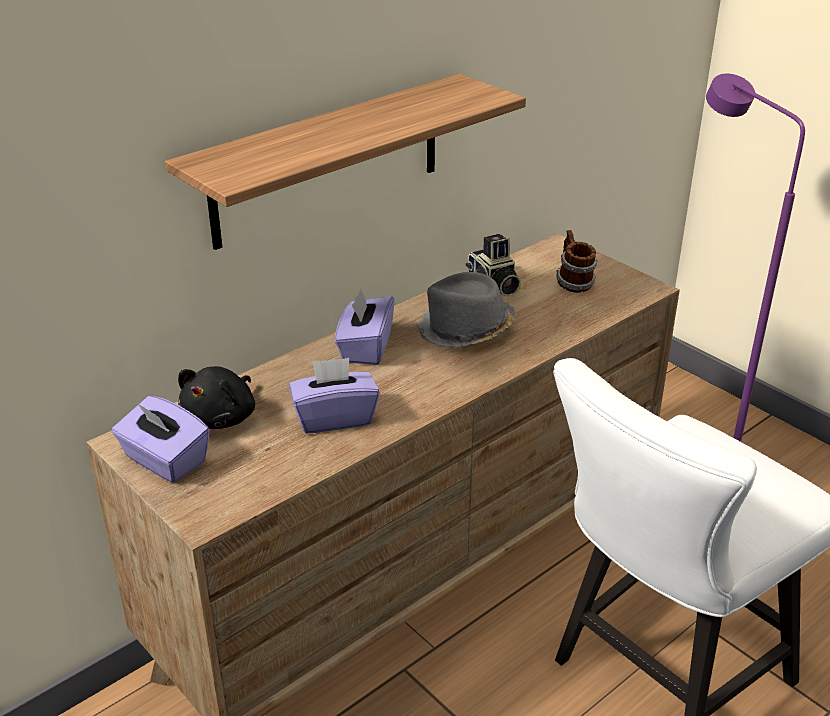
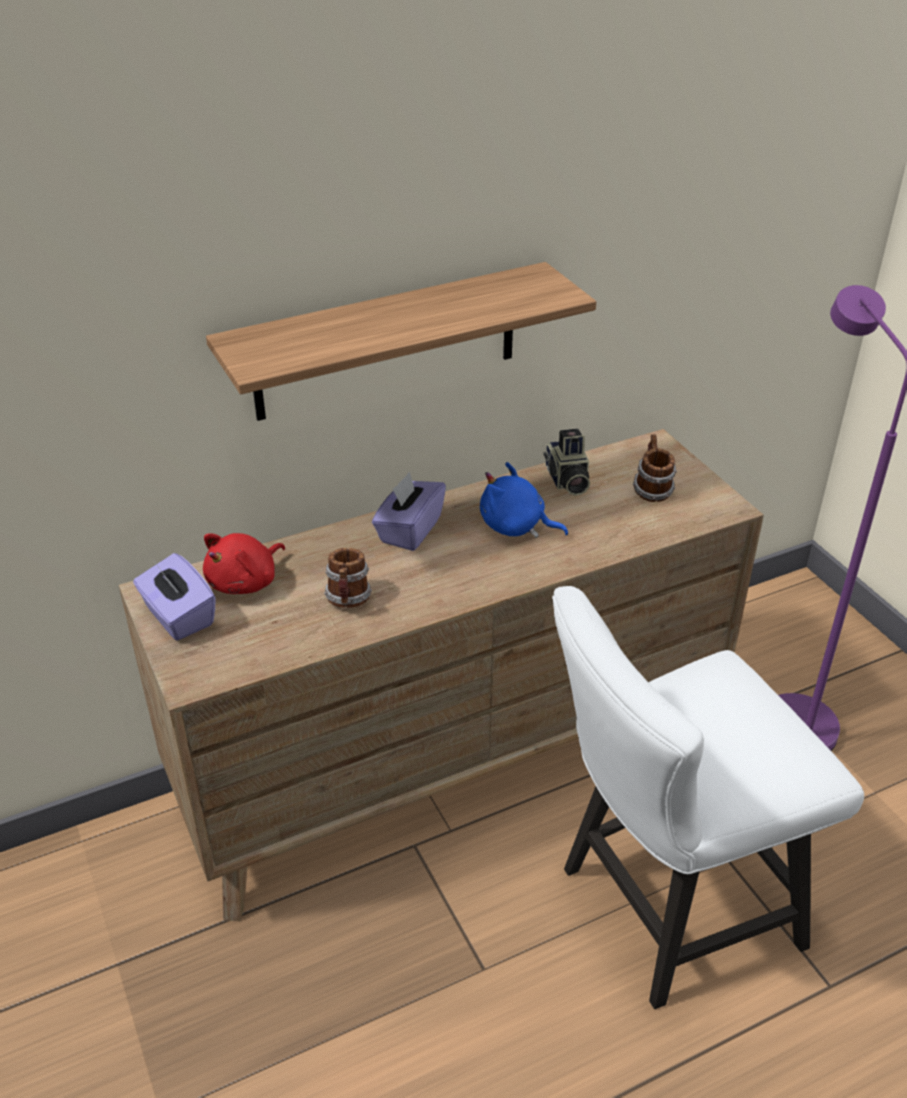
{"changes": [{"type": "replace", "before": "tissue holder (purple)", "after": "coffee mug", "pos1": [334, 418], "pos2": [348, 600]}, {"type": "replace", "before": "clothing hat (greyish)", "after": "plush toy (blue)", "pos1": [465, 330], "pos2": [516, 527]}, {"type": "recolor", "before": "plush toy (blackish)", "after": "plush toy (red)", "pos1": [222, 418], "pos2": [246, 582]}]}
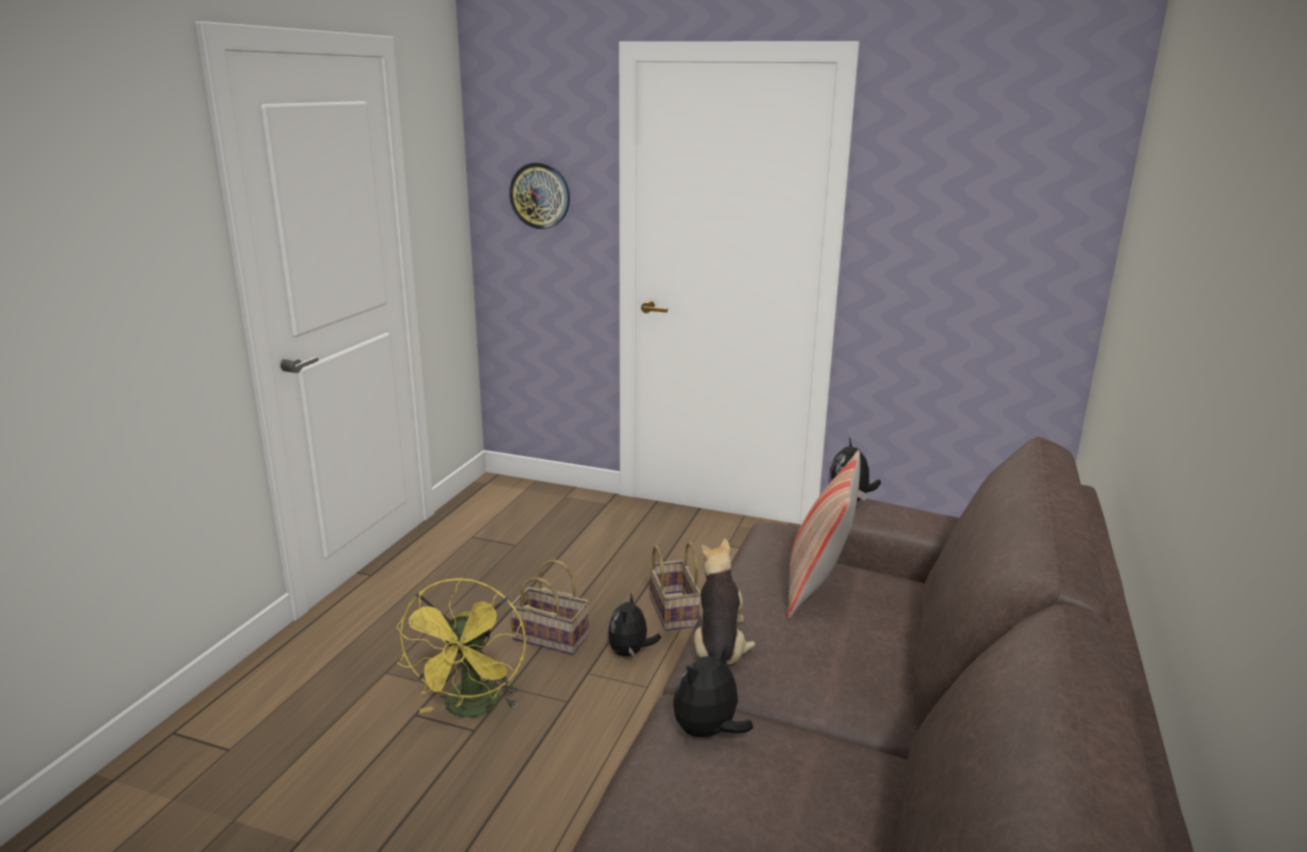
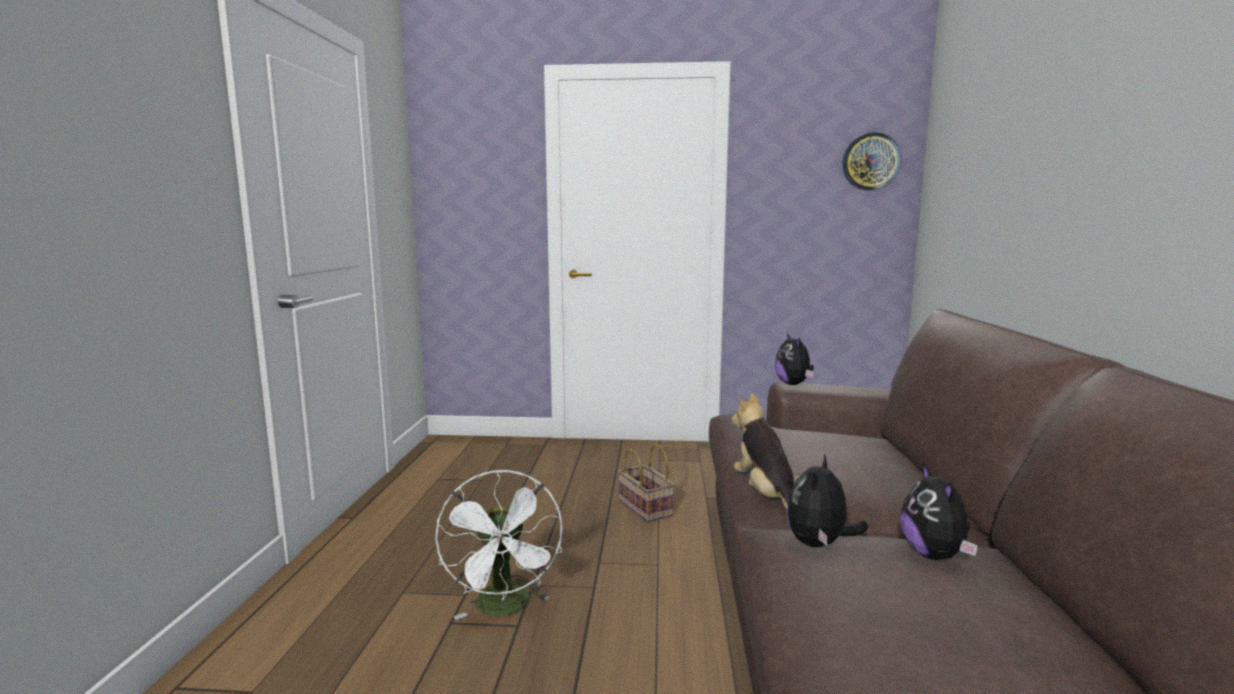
{"changes": [{"type": "delete", "before": "storage basket", "pos1": [553, 637]}, {"type": "delete", "before": "cushion", "pos1": [818, 586]}, {"type": "move", "before": "wall clock", "pos1": [540, 195], "pos2": [871, 161]}, {"type": "move", "before": "plush toy", "pos1": [630, 652], "pos2": [934, 555]}, {"type": "recolor", "before": "fan (yellow-coloured)", "after": "fan (white)", "pos1": [471, 709], "pos2": [506, 608]}]}
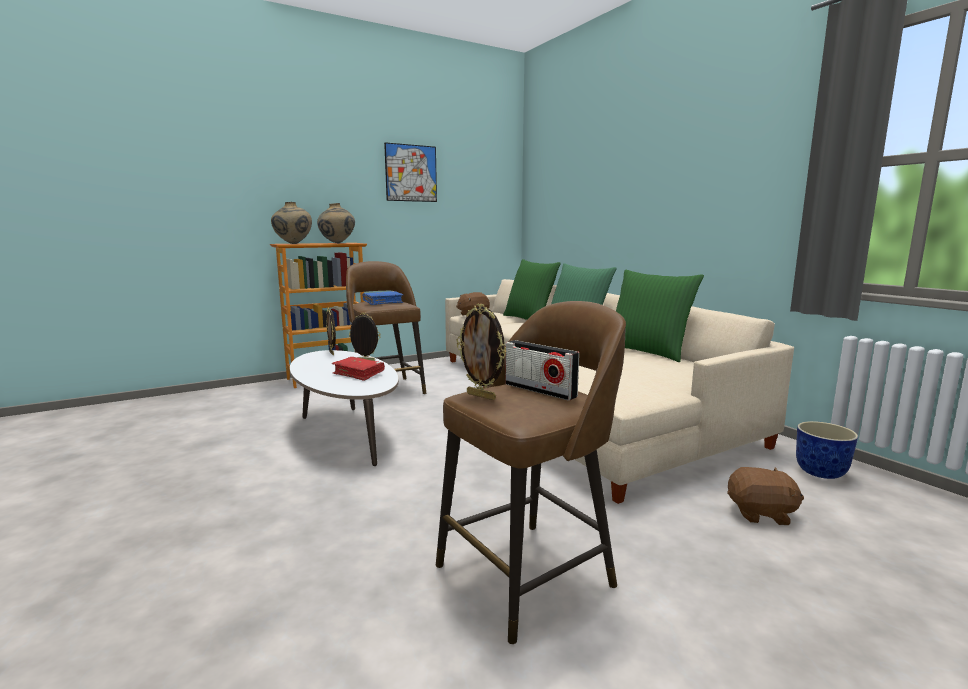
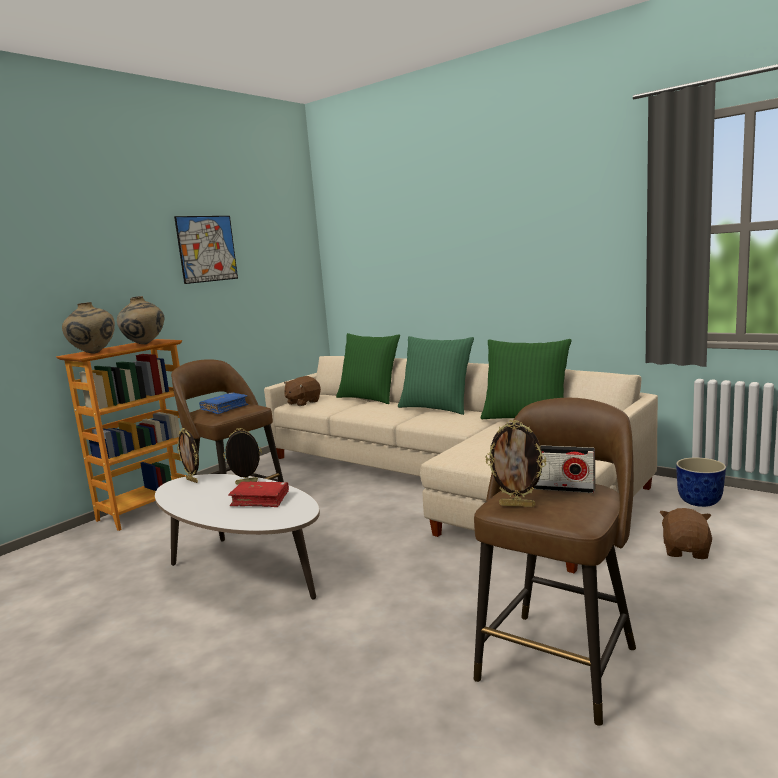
{"changes": [{"type": "rotate", "before": "plush toy (brownish)", "pos1": [761, 514], "pos2": [686, 551], "turn": -60}]}
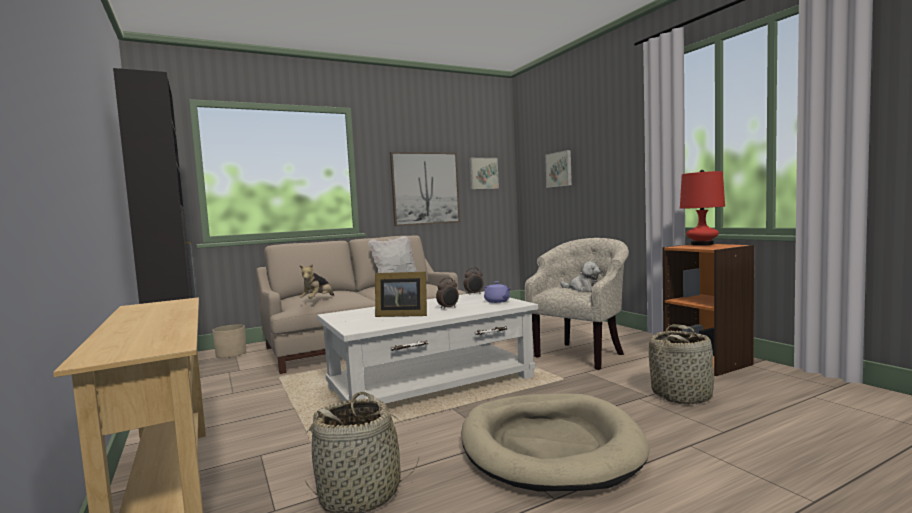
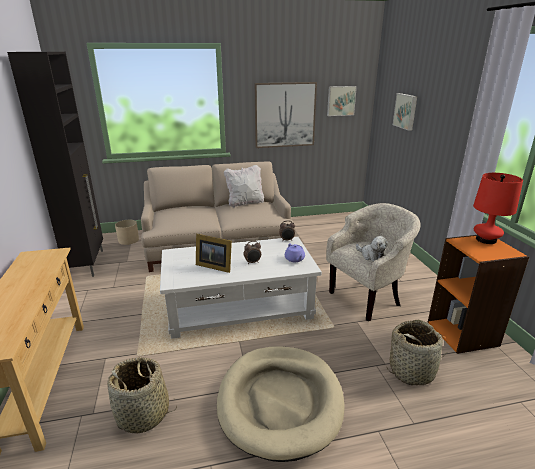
{"changes": [{"type": "delete", "before": "plush toy", "pos1": [318, 300]}]}
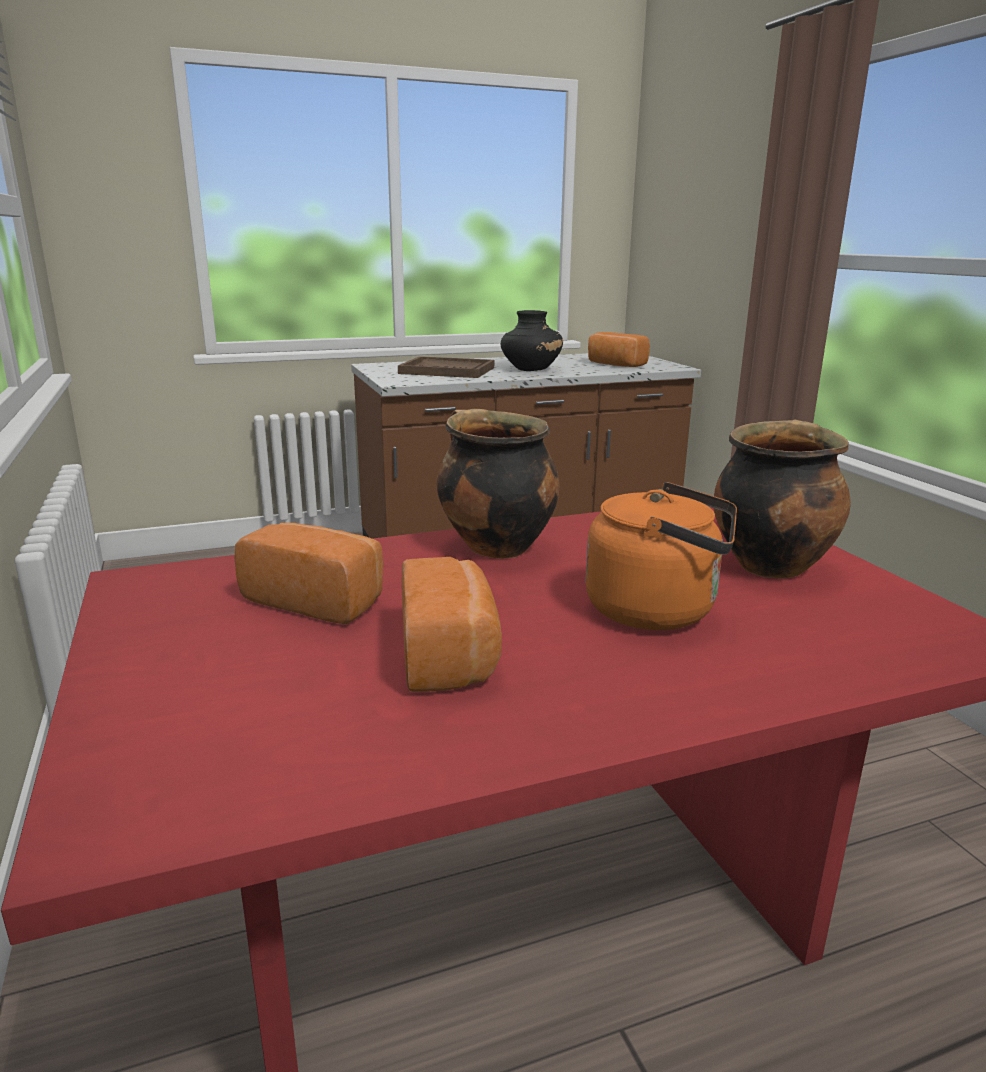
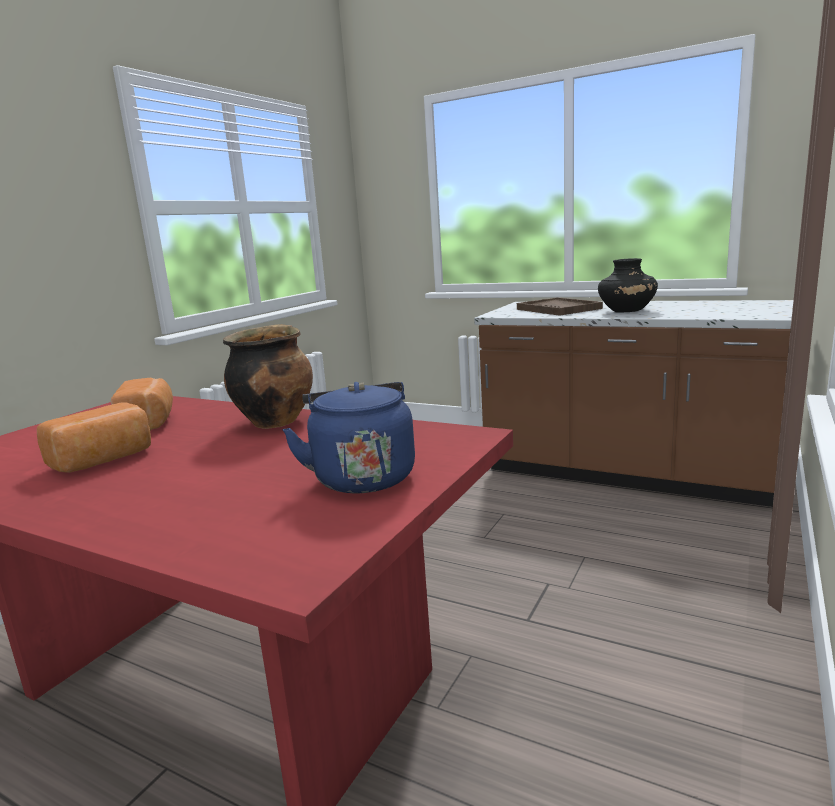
{"changes": [{"type": "delete", "before": "water kettle (orangey)", "pos1": [658, 610]}, {"type": "delete", "before": "baked bread", "pos1": [615, 364]}, {"type": "replace", "before": "cooking pot", "after": "water kettle (blue)", "pos1": [770, 564], "pos2": [362, 476]}]}
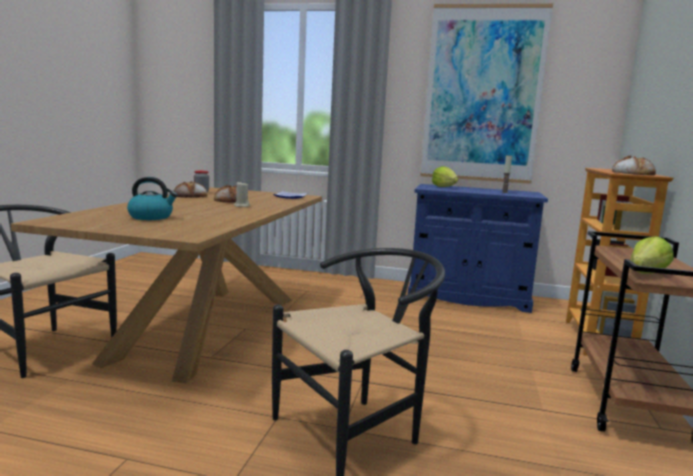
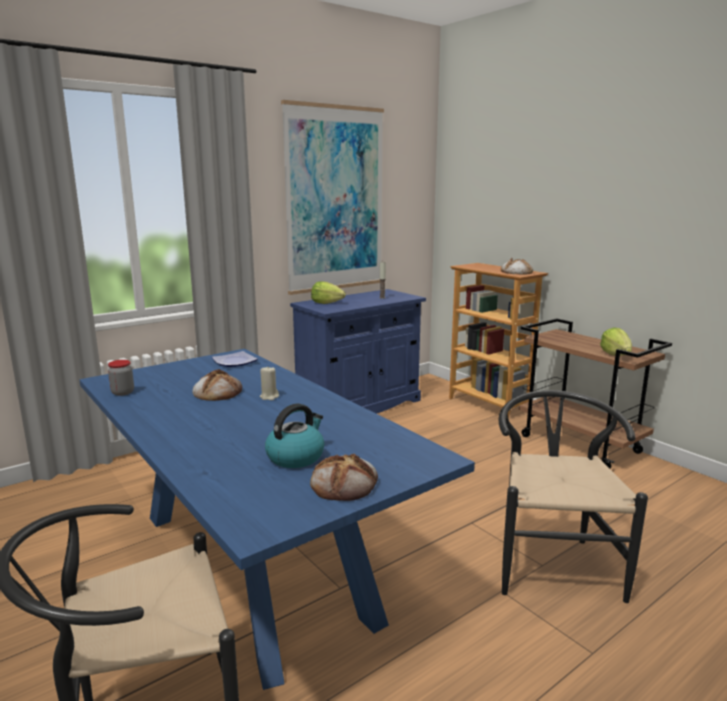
{"changes": [{"type": "move", "before": "baked bread", "pos1": [191, 196], "pos2": [344, 483]}, {"type": "recolor", "before": "kitchen table (brownish)", "after": "kitchen table (blue)", "pos1": [207, 327], "pos2": [254, 564]}]}
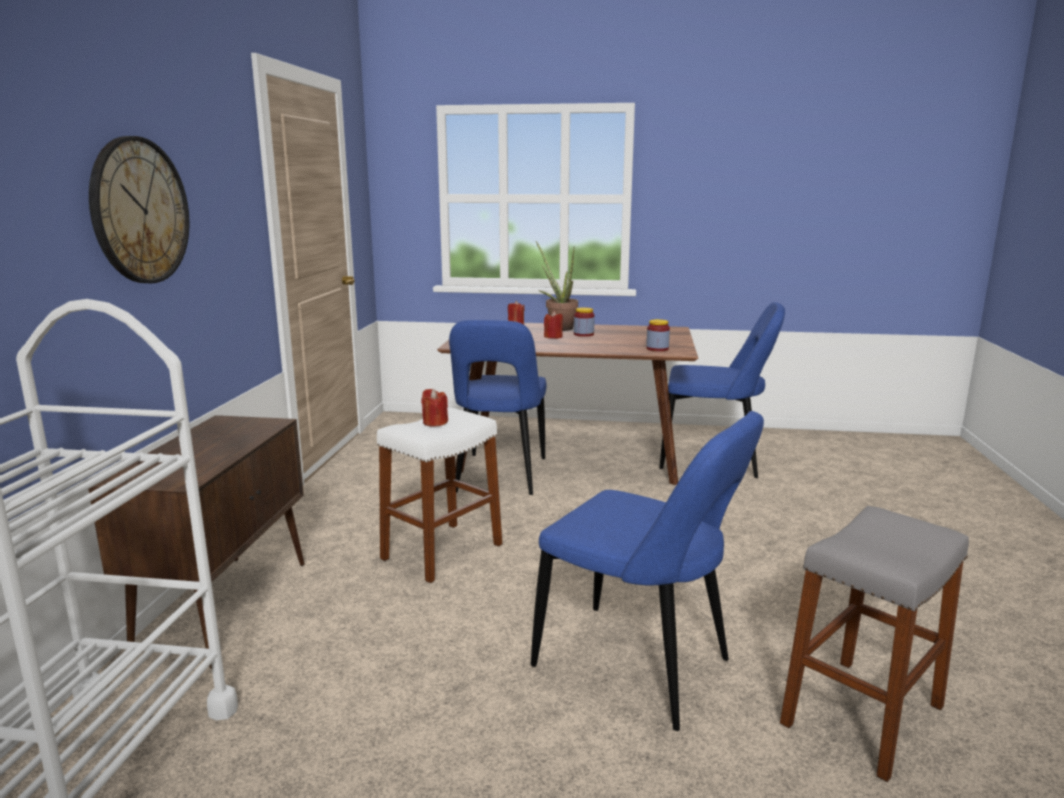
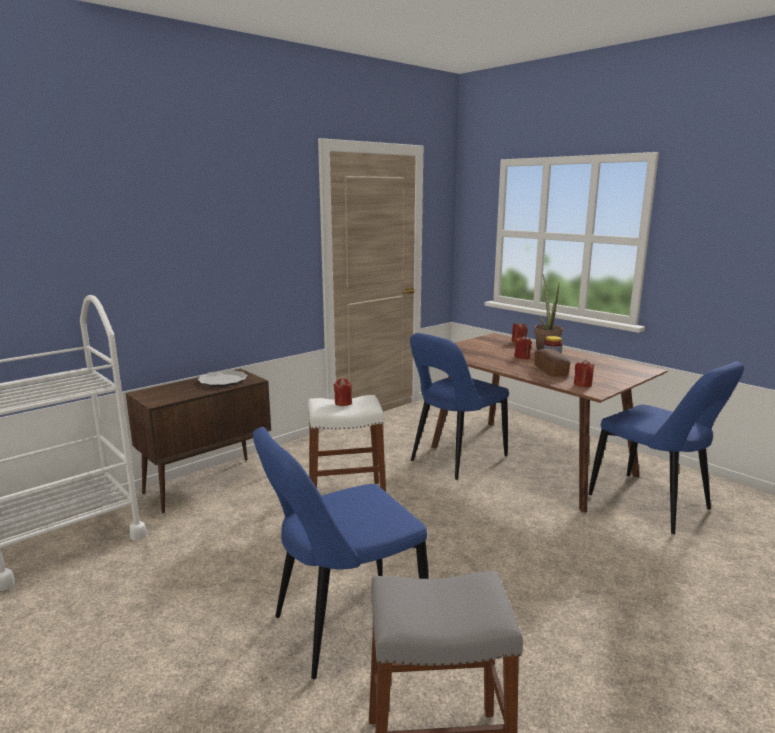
{"changes": [{"type": "delete", "before": "wall clock", "pos1": [140, 211]}, {"type": "insert", "after": "flat dish", "pos2": [222, 380]}, {"type": "insert", "after": "baked bread", "pos2": [550, 371]}, {"type": "replace", "before": "jar", "after": "wax candle (red)", "pos1": [657, 349], "pos2": [582, 384]}, {"type": "rotate", "before": "chair (blue)", "pos1": [639, 667], "pos2": [343, 626], "turn": 75}]}
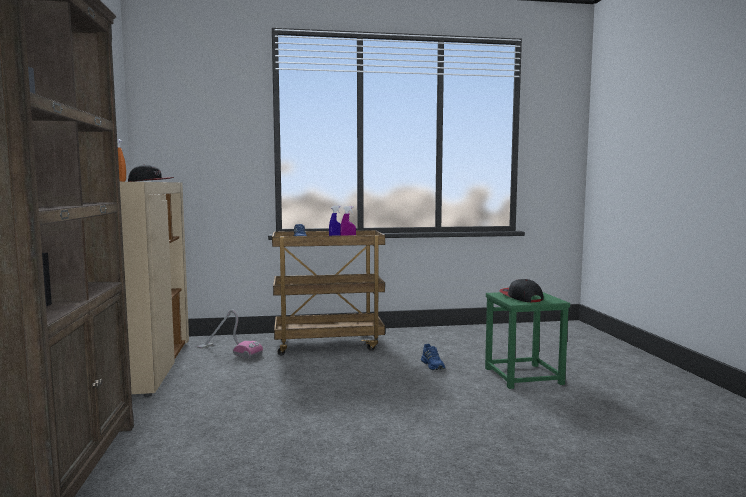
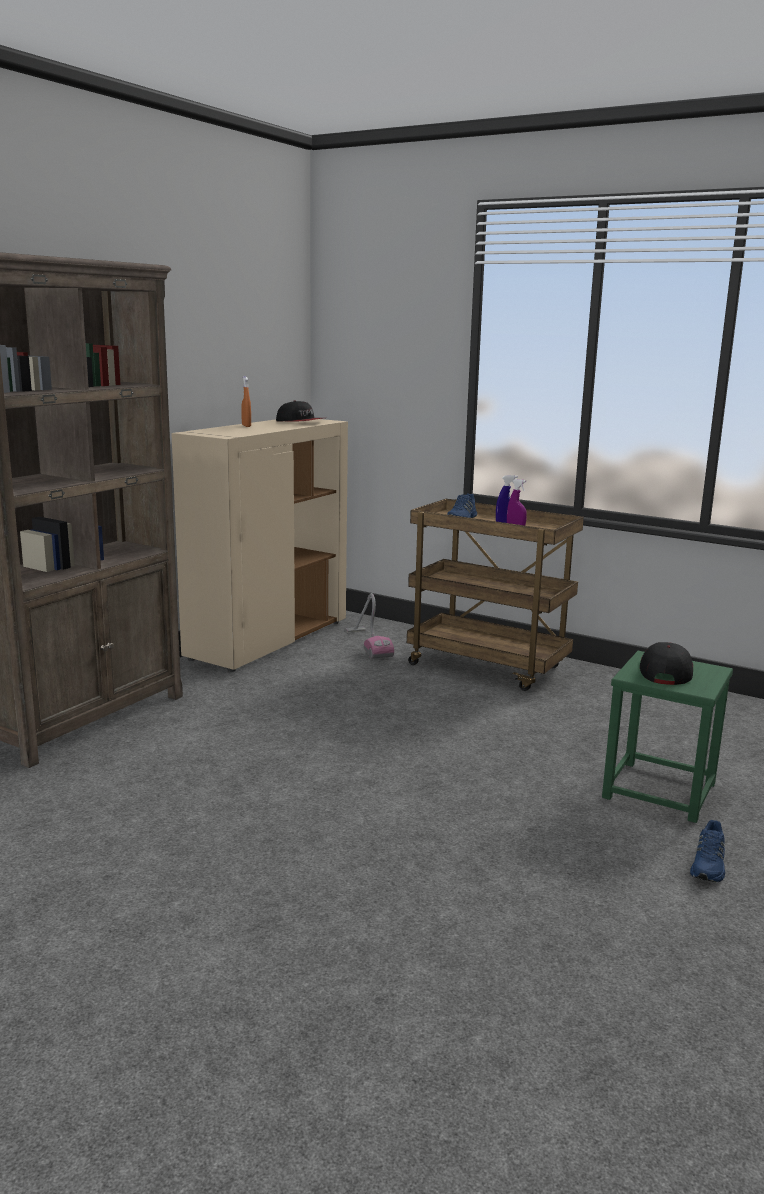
{"changes": [{"type": "move", "before": "item of footwear (blue)", "pos1": [433, 365], "pos2": [709, 865]}]}
